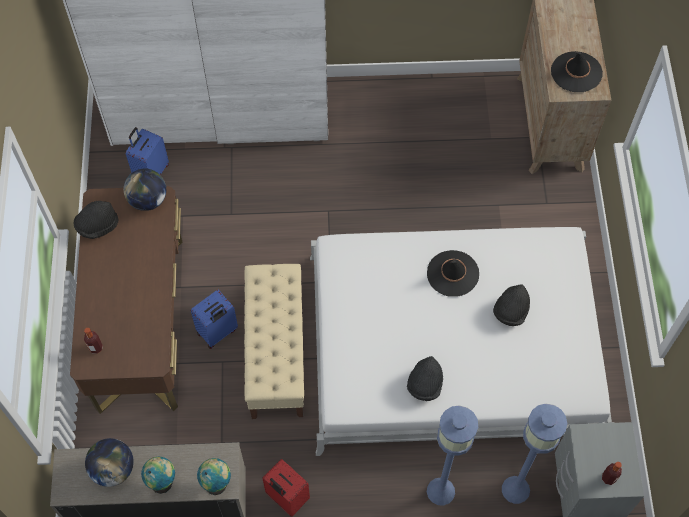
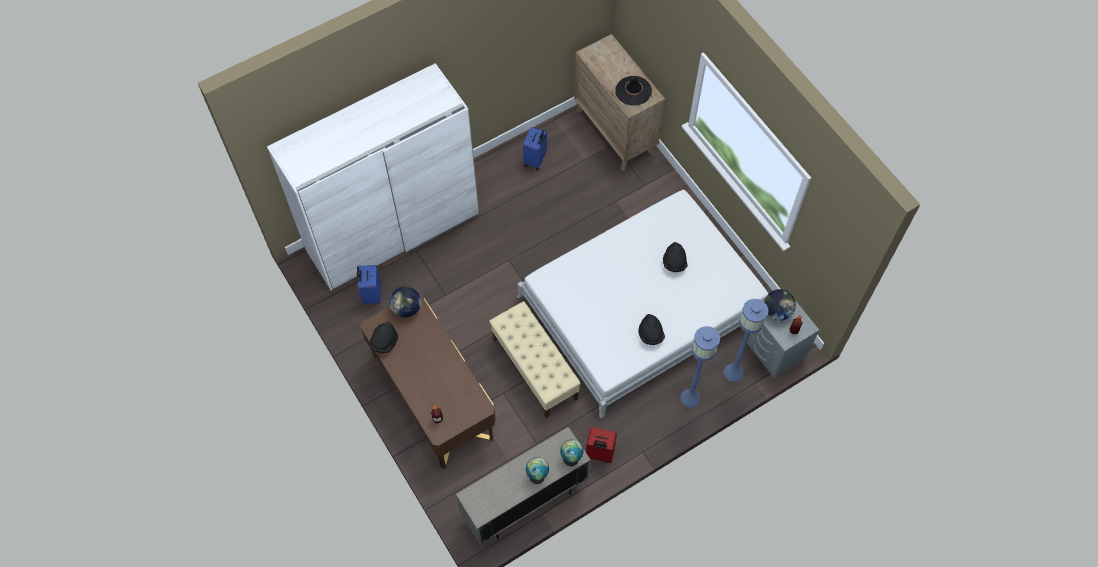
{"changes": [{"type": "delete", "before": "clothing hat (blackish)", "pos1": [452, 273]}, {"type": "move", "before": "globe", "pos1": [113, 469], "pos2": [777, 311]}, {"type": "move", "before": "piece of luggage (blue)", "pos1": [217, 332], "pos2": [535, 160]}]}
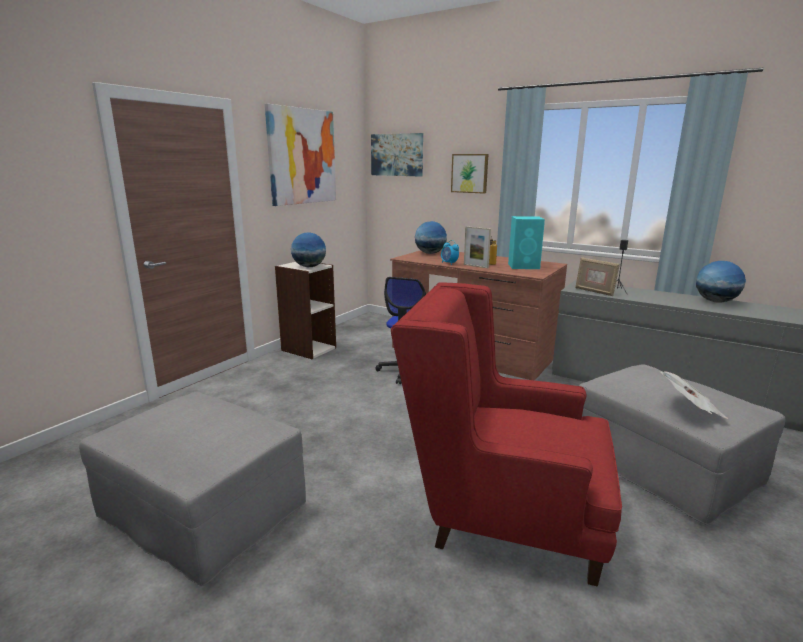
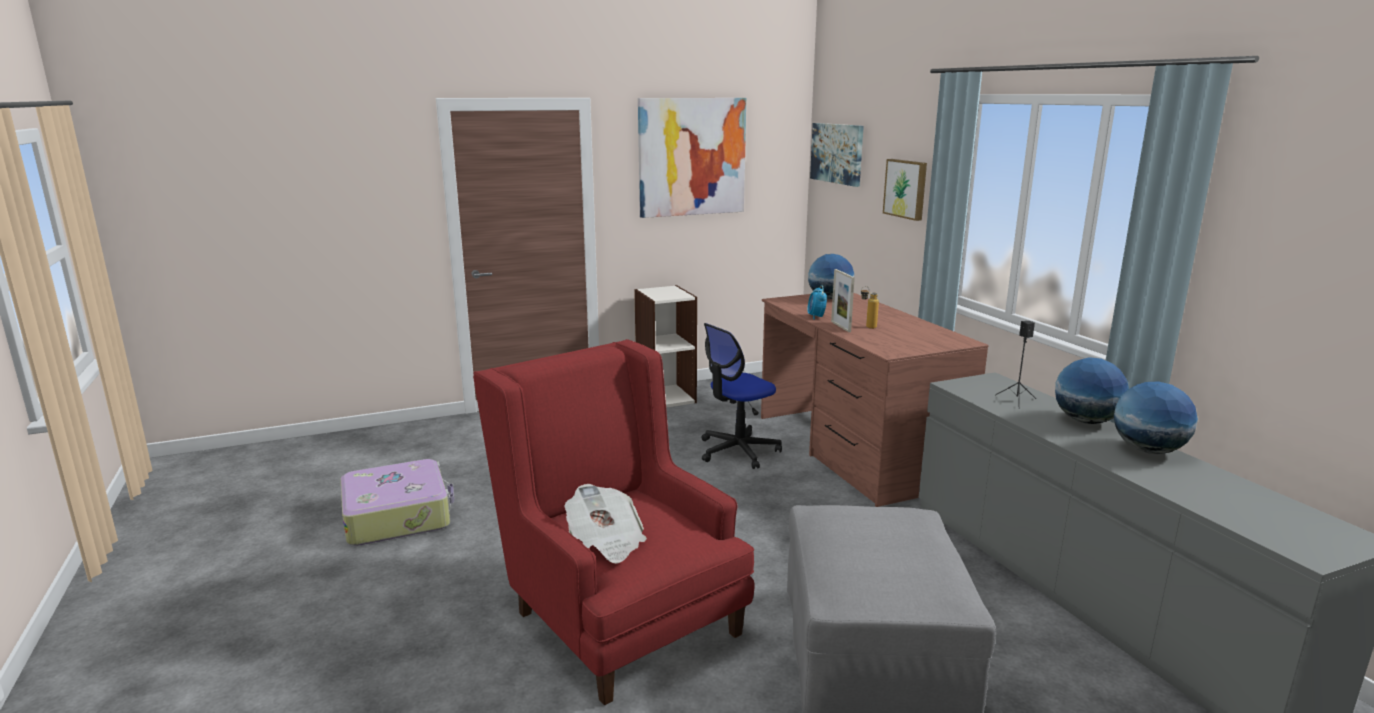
{"changes": [{"type": "delete", "before": "speaker (blue-green)", "pos1": [524, 266]}, {"type": "delete", "before": "photo frame", "pos1": [594, 291]}, {"type": "move", "before": "globe", "pos1": [309, 267], "pos2": [1086, 421]}, {"type": "move", "before": "daily paper", "pos1": [690, 409], "pos2": [606, 542]}, {"type": "replace", "before": "footrest (greyish)", "after": "piece of luggage", "pos1": [202, 512], "pos2": [398, 515]}]}
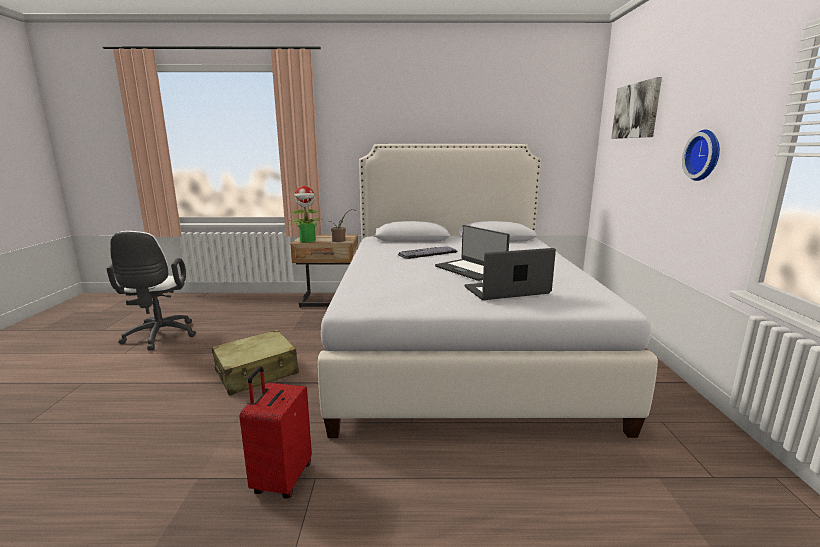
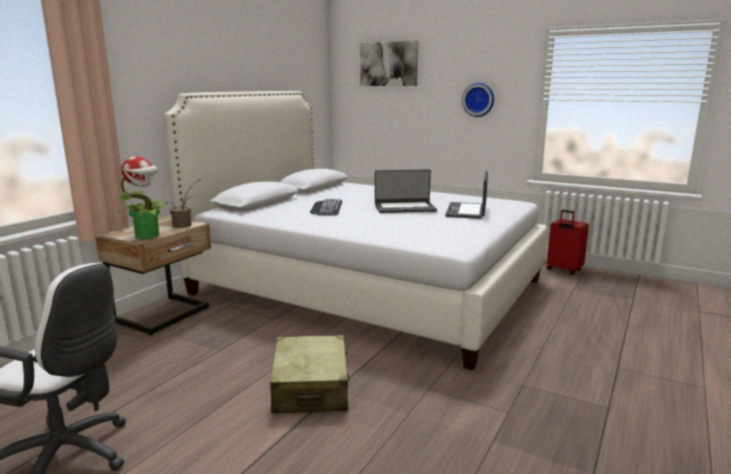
{"changes": [{"type": "move", "before": "piece of luggage (red)", "pos1": [281, 479], "pos2": [563, 270]}]}
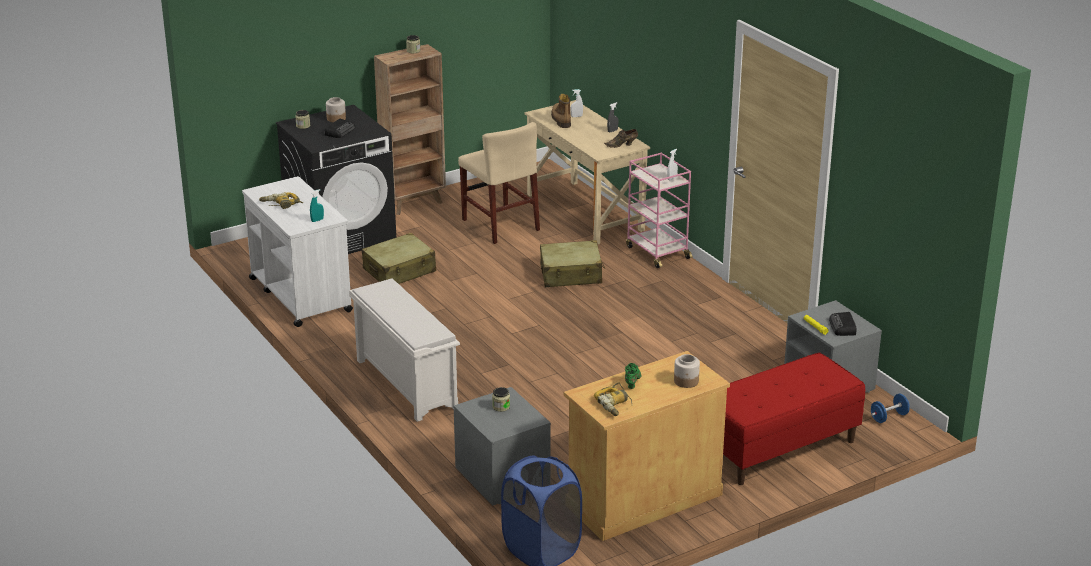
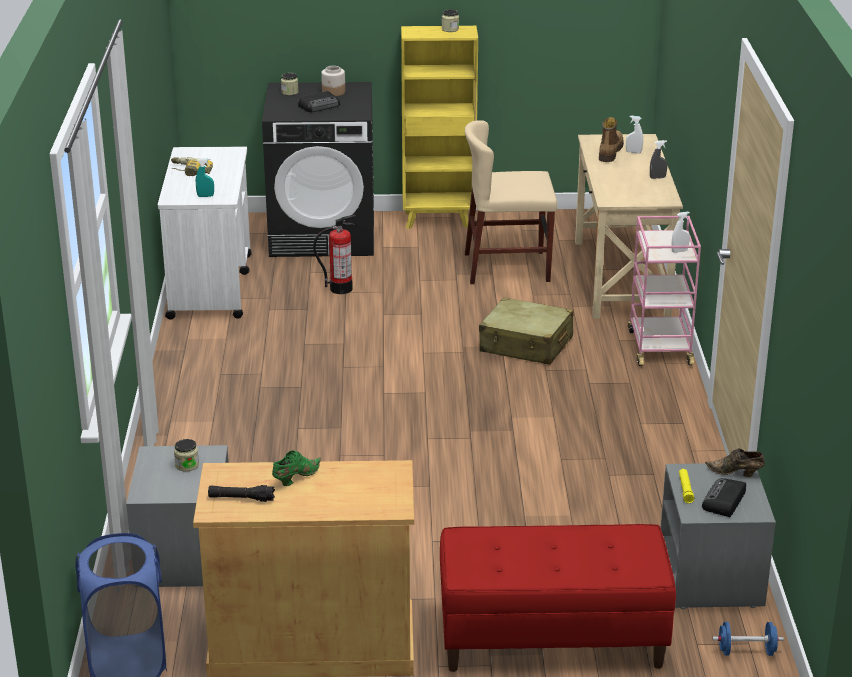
{"changes": [{"type": "delete", "before": "shoe stand (white)", "pos1": [404, 383]}, {"type": "delete", "before": "jar", "pos1": [686, 381]}, {"type": "move", "before": "item of footwear (brownish)", "pos1": [622, 145], "pos2": [736, 473]}, {"type": "replace", "before": "piece of luggage (beige-coloured)", "after": "extinguisher", "pos1": [399, 271], "pos2": [340, 289]}, {"type": "replace", "before": "electric drill", "after": "flashlight (blackish)", "pos1": [615, 404], "pos2": [241, 498]}, {"type": "recolor", "before": "bookshelf (brownish)", "after": "bookshelf (yellow-coloured)", "pos1": [414, 203], "pos2": [439, 220]}, {"type": "rotate", "before": "chair (beige-coloured)", "pos1": [500, 225], "pos2": [507, 267], "turn": 90}]}
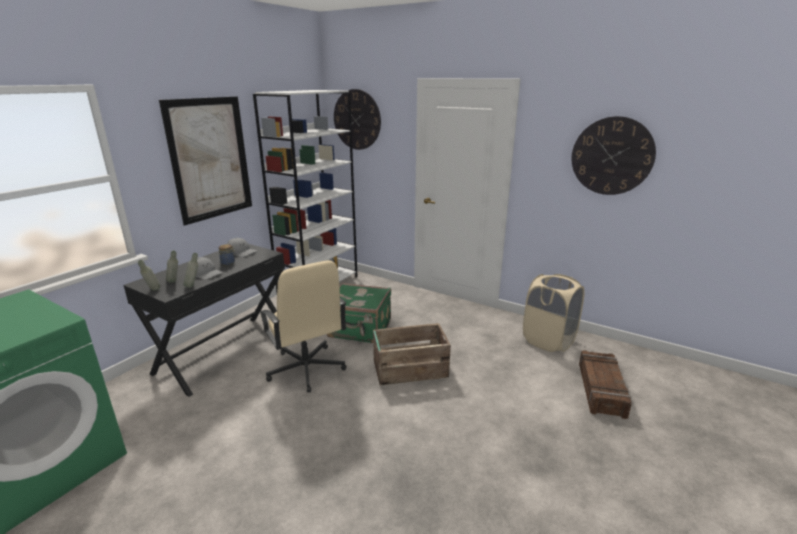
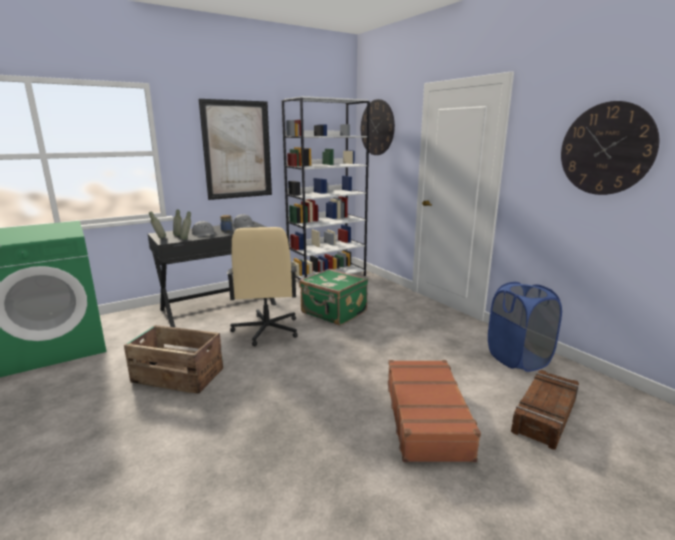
{"changes": [{"type": "insert", "after": "piece of luggage (brownish)", "pos2": [427, 418]}, {"type": "move", "before": "crate", "pos1": [409, 369], "pos2": [177, 375]}, {"type": "recolor", "before": "laundry basket (beige-coloured)", "after": "laundry basket (blue)", "pos1": [548, 340], "pos2": [518, 359]}]}
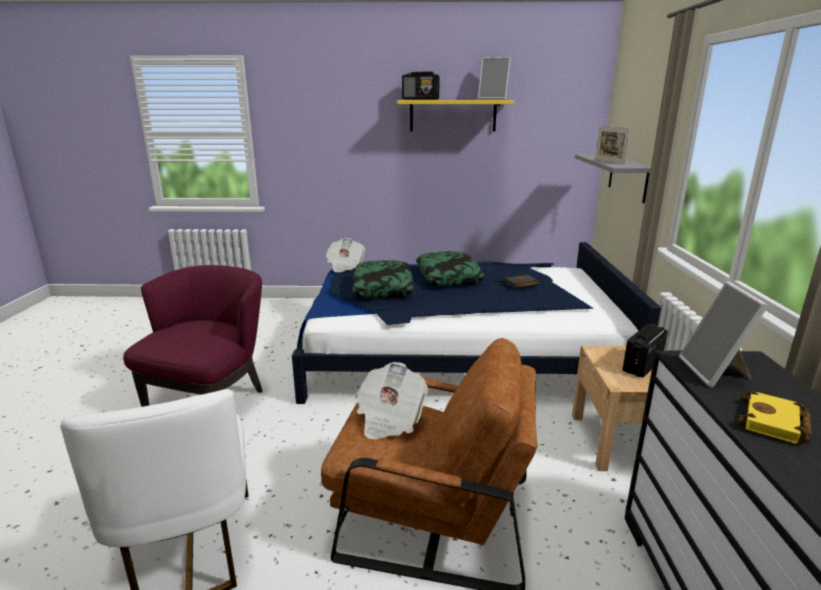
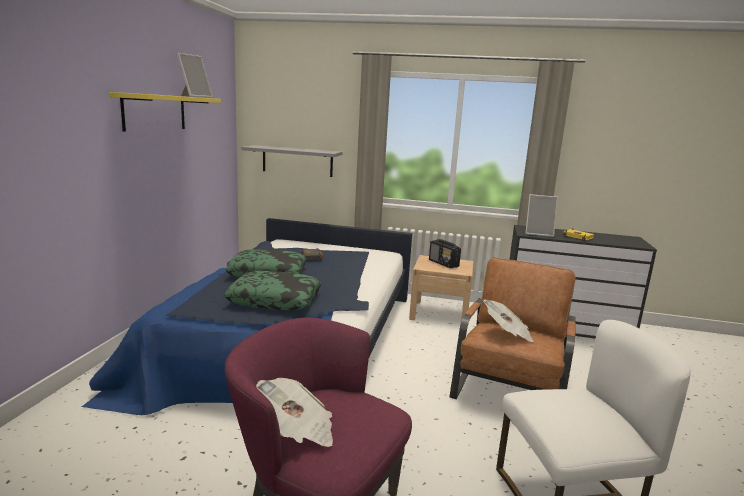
{"changes": [{"type": "delete", "before": "radio", "pos1": [420, 99]}, {"type": "delete", "before": "photo frame", "pos1": [609, 161]}, {"type": "move", "before": "daily paper", "pos1": [345, 266], "pos2": [297, 430]}]}
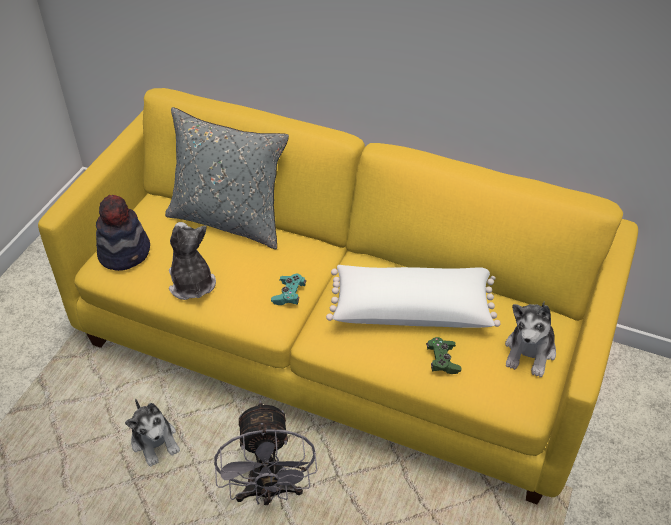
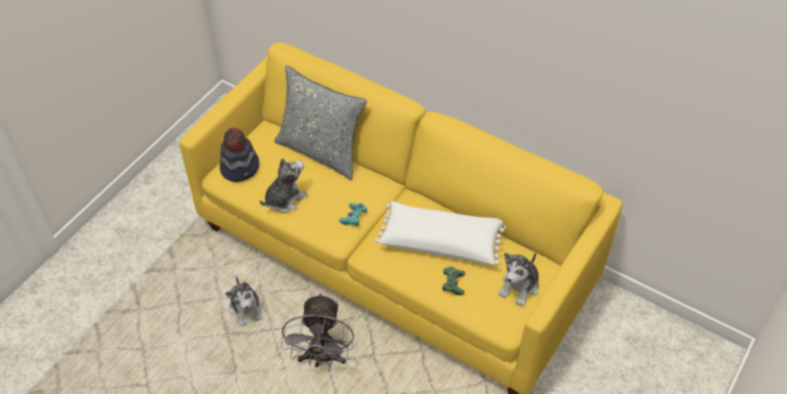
{"changes": [{"type": "rotate", "before": "plush toy", "pos1": [191, 283], "pos2": [284, 199], "turn": 60}]}
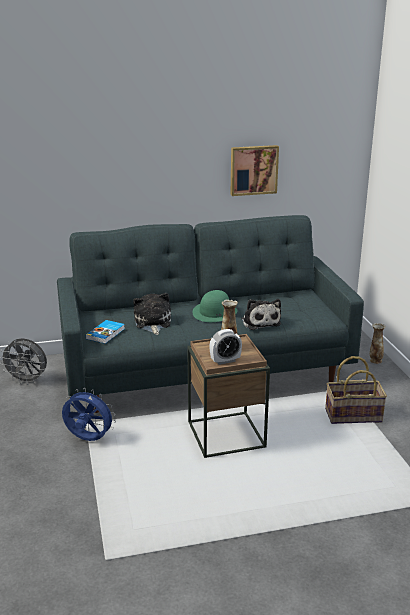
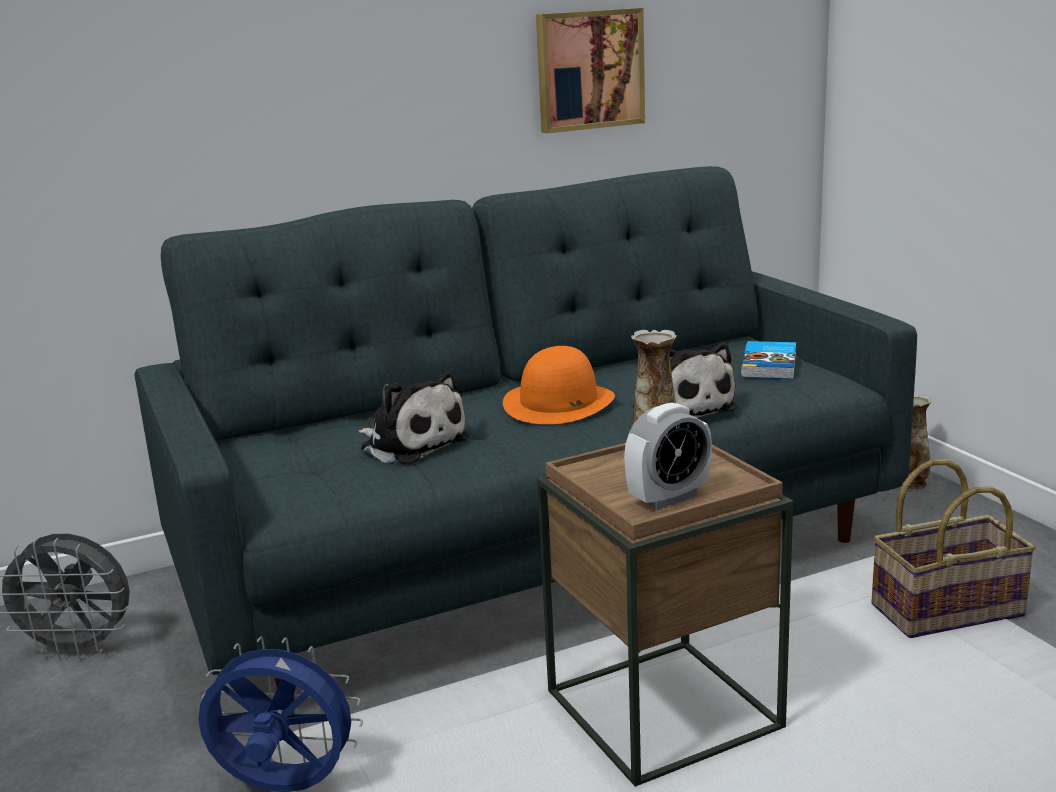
{"changes": [{"type": "move", "before": "bound book", "pos1": [106, 334], "pos2": [770, 365]}, {"type": "recolor", "before": "clothing hat (green)", "after": "clothing hat (orangey)", "pos1": [215, 312], "pos2": [559, 403]}, {"type": "rotate", "before": "plush toy", "pos1": [152, 323], "pos2": [411, 443], "turn": 150}]}
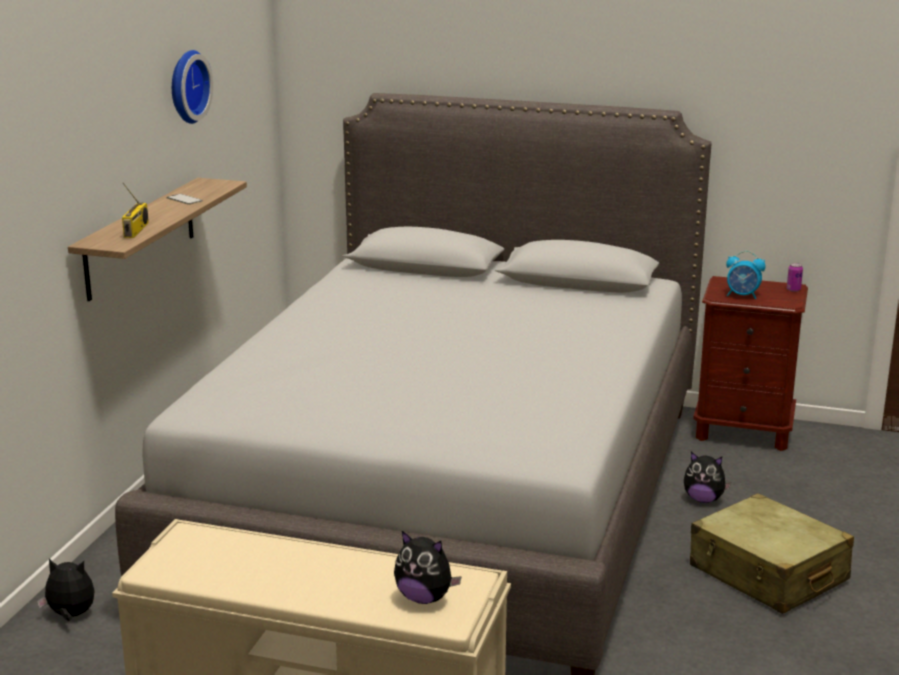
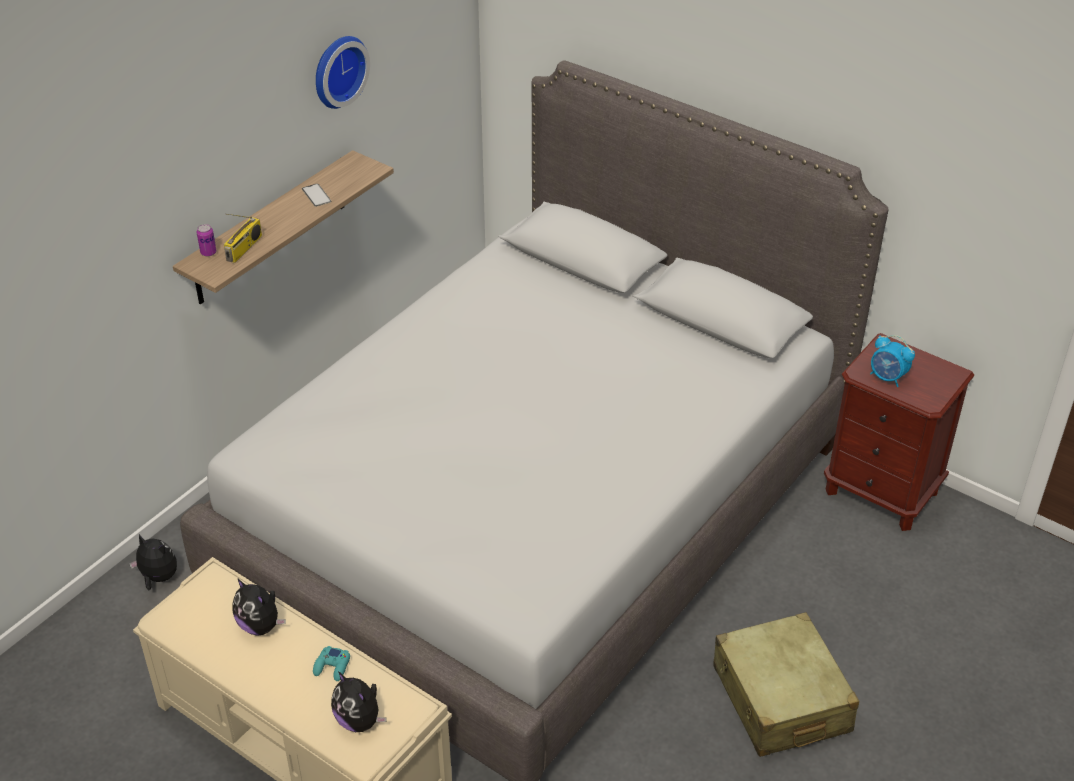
{"changes": [{"type": "insert", "after": "gamepad (blue-green)", "pos2": [332, 667]}, {"type": "move", "before": "plush toy", "pos1": [703, 499], "pos2": [261, 625]}, {"type": "move", "before": "metal can", "pos1": [793, 290], "pos2": [208, 252]}]}
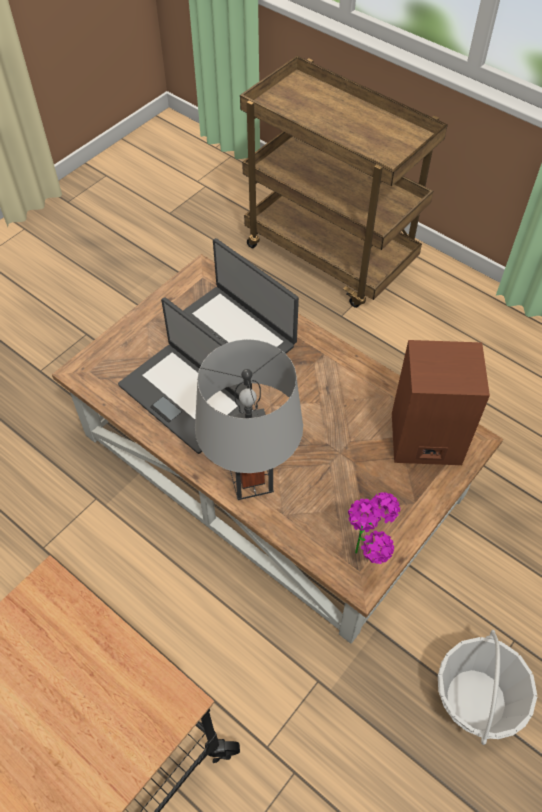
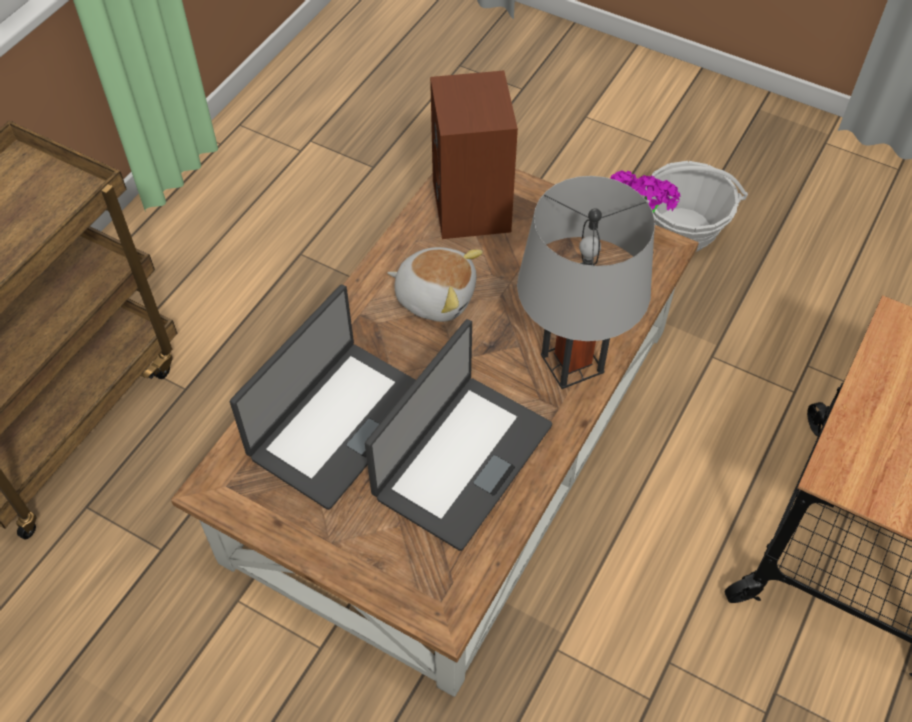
{"changes": [{"type": "insert", "after": "plush toy", "pos2": [435, 296]}]}
